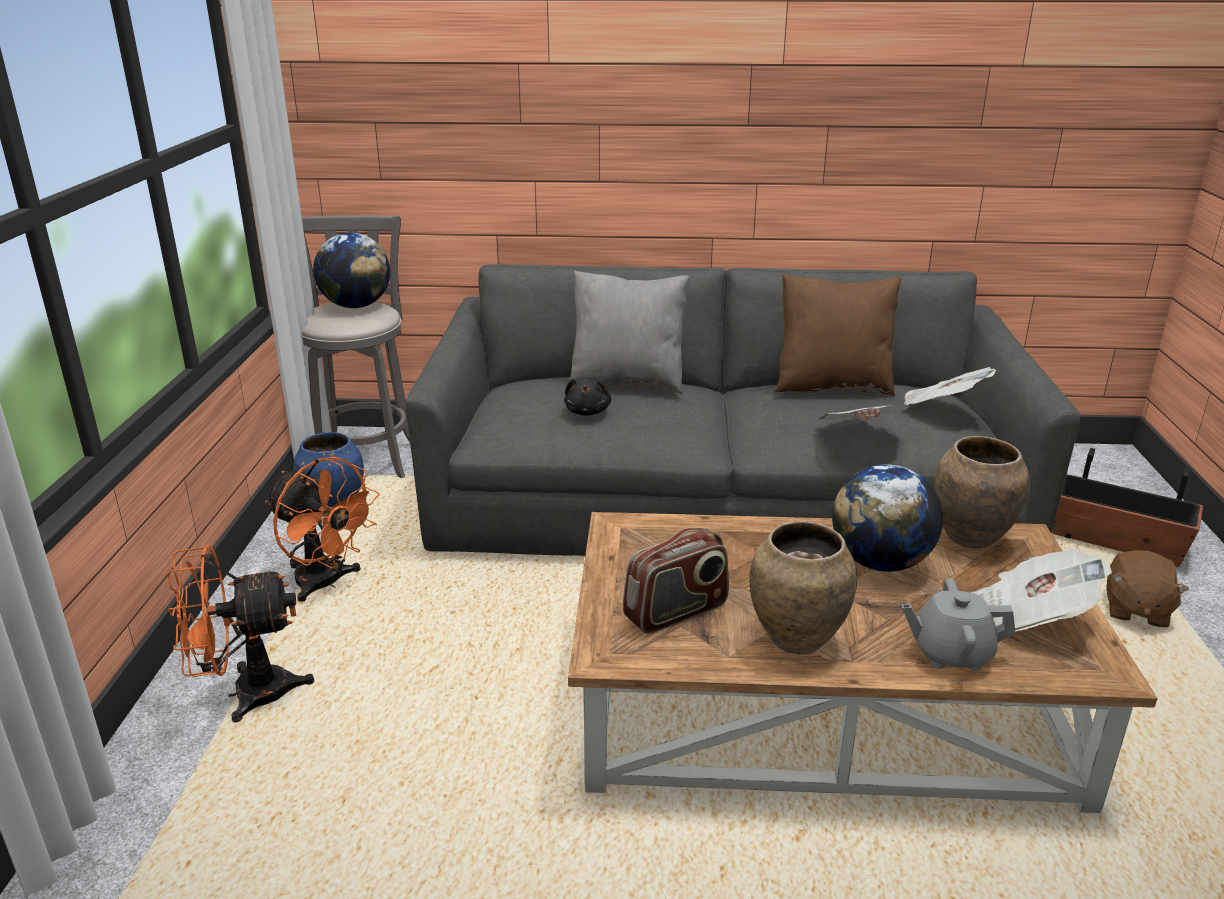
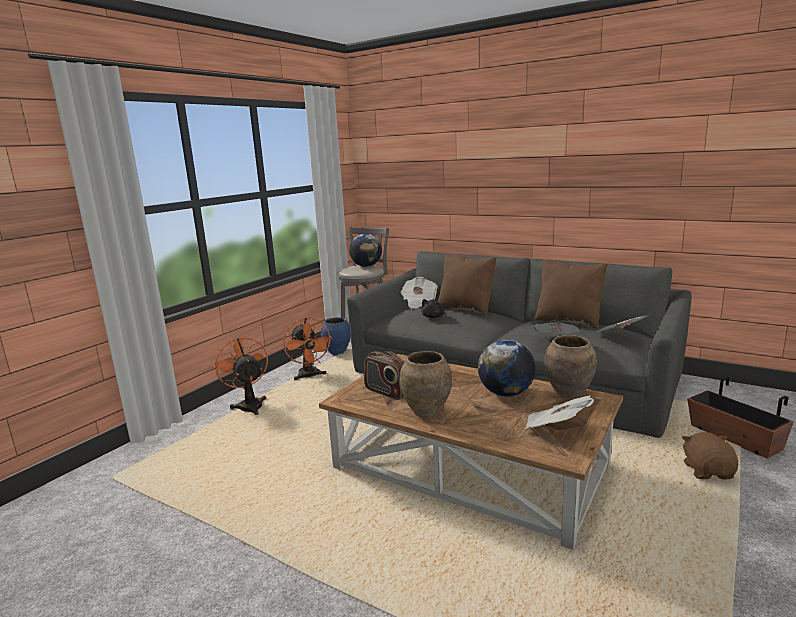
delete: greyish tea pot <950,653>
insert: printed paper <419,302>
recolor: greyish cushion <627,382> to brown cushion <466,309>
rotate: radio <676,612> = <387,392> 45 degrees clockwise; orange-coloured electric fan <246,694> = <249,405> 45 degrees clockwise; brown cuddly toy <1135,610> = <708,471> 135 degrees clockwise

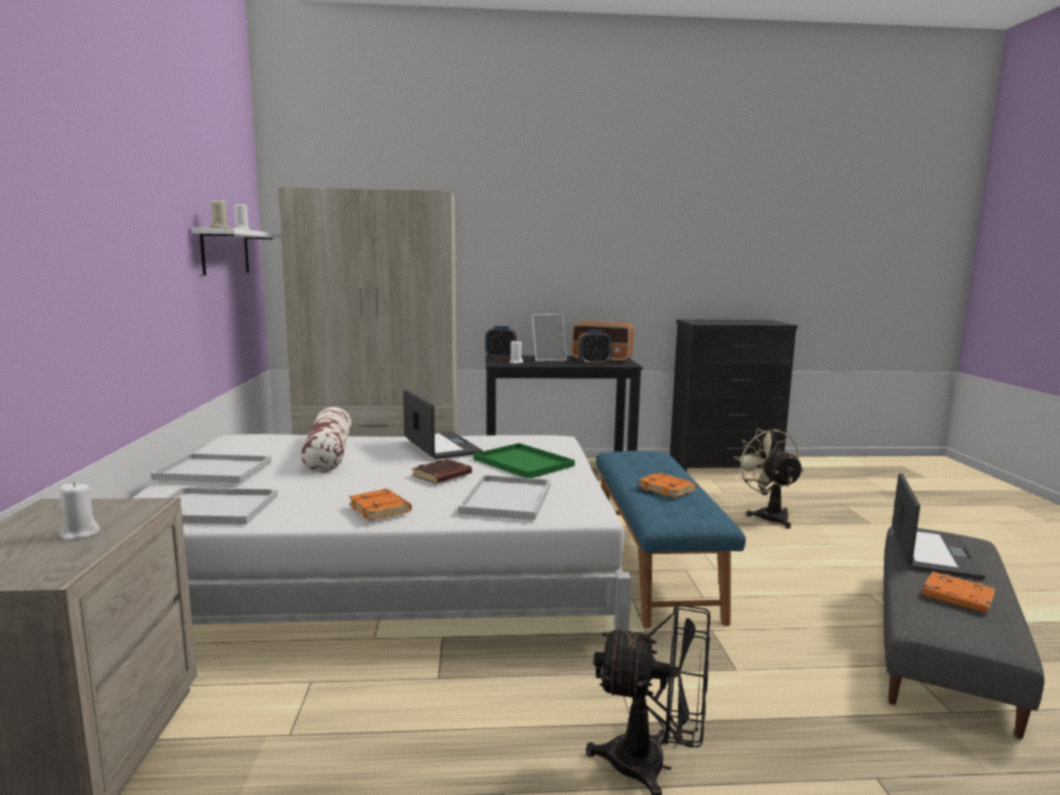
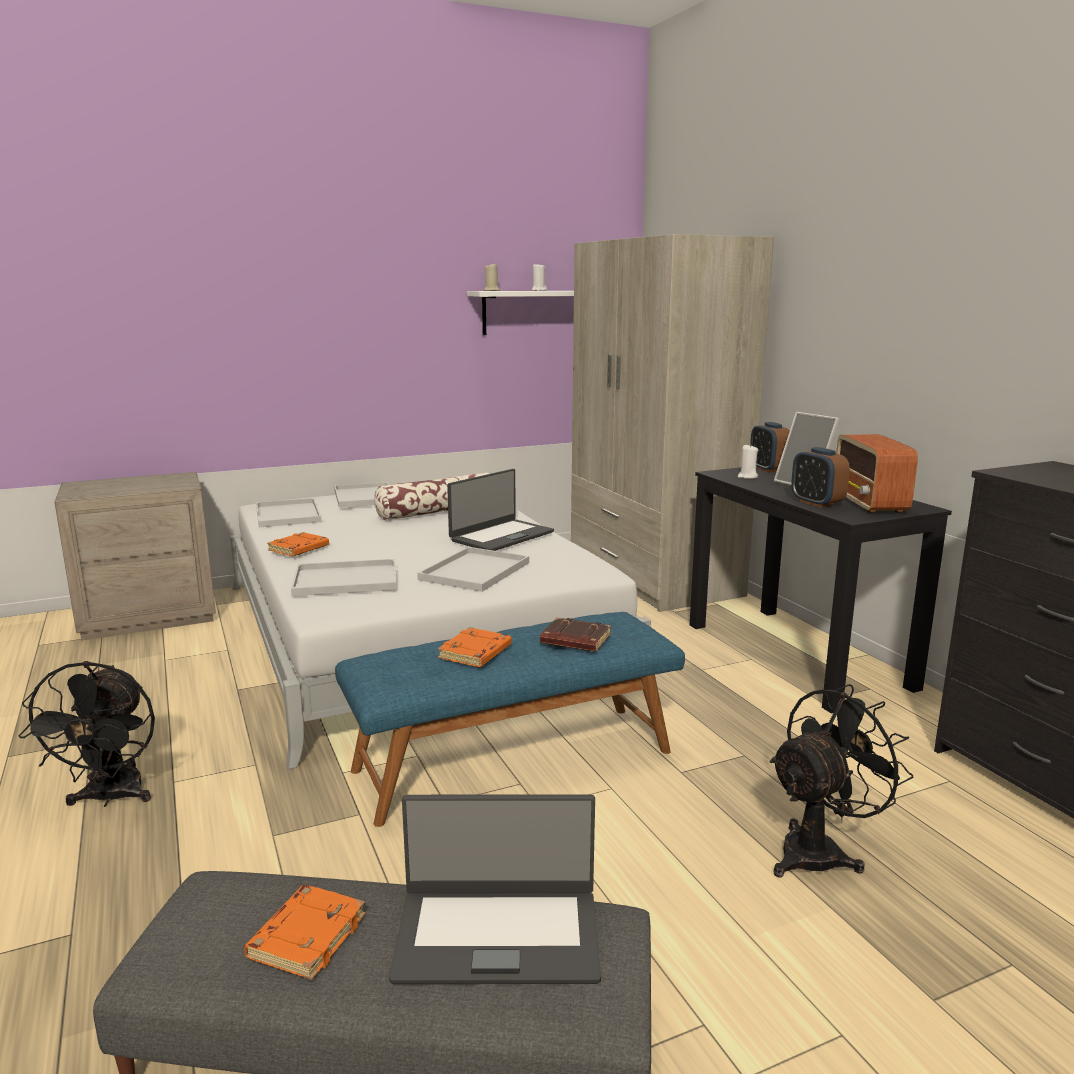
delete: white wax light <79,534>
move: brown volume <442,476> to <574,640>
recolor: beige-coloured electric fan <768,515> to blackish electric fan <820,851>; greenish carrying tray <525,463> to white carrying tray <474,572>

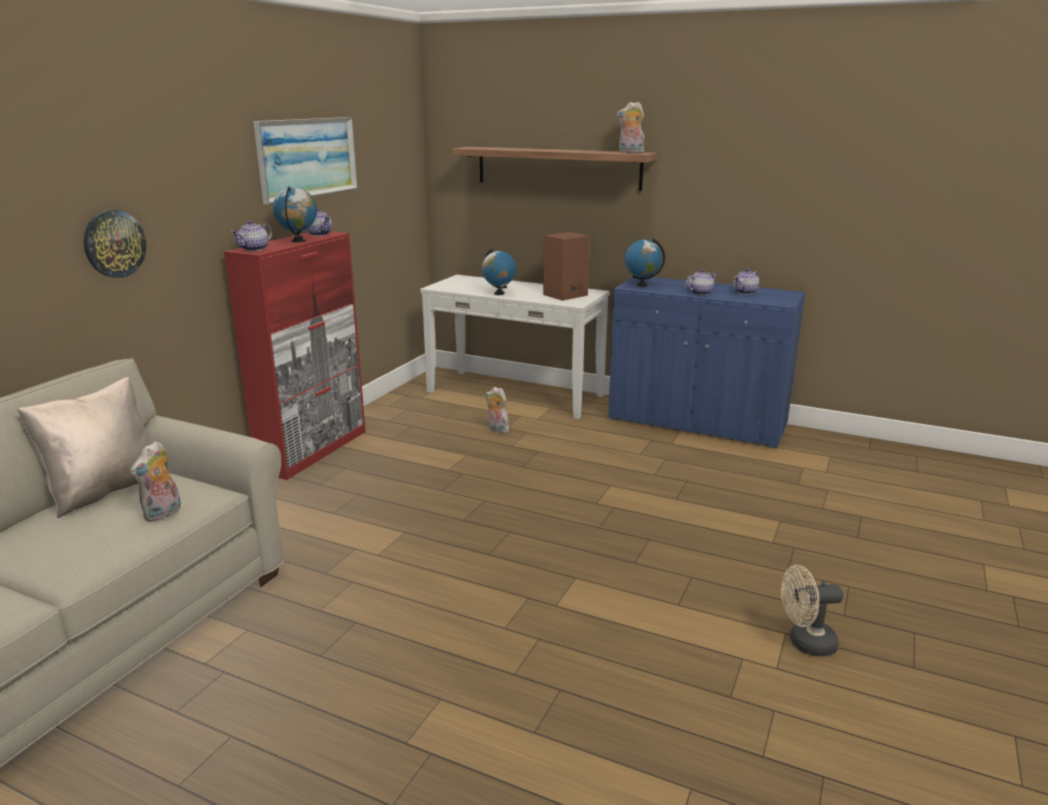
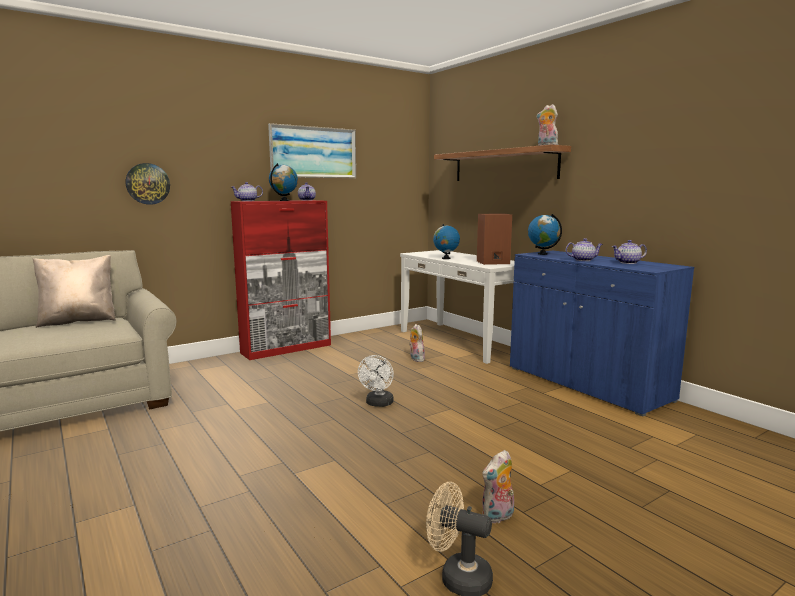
insert: white electric fan <378,404>
move: cuddly toy <163,514> to <498,517>

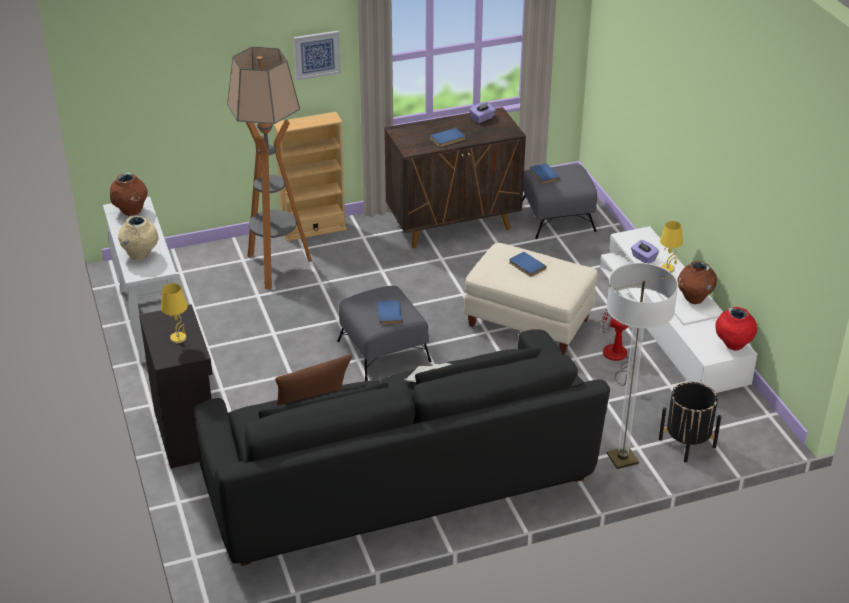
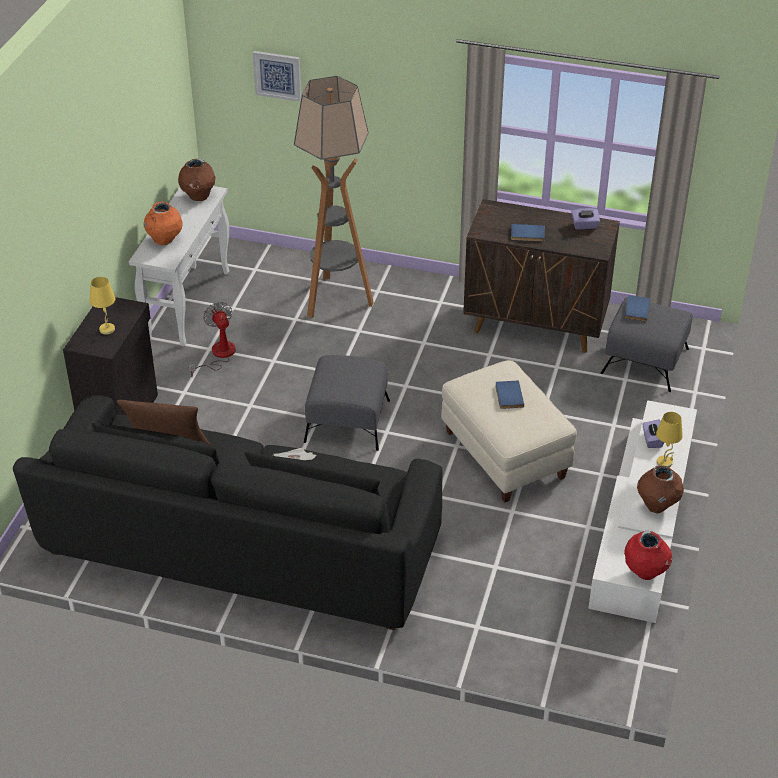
delete: beige-coloured bookcase <313,230>; floor lamp <622,459>; bluish volume <388,313>; blackish plant pot <687,443>
move: wall art <316,54> to <277,75>; electric fan <617,359> to <218,355>
recolor: beige-coloured decorative vase <140,255> to orange-coloured decorative vase <165,240>

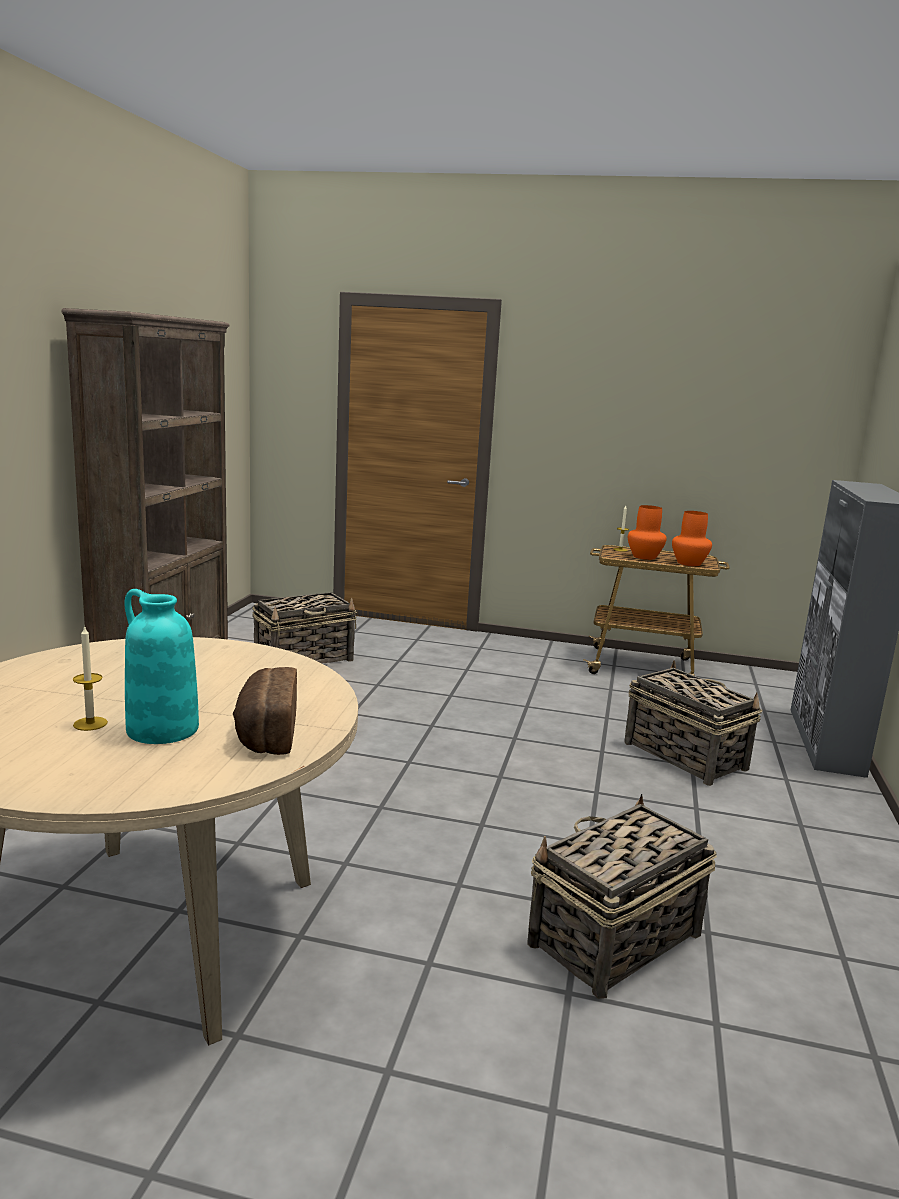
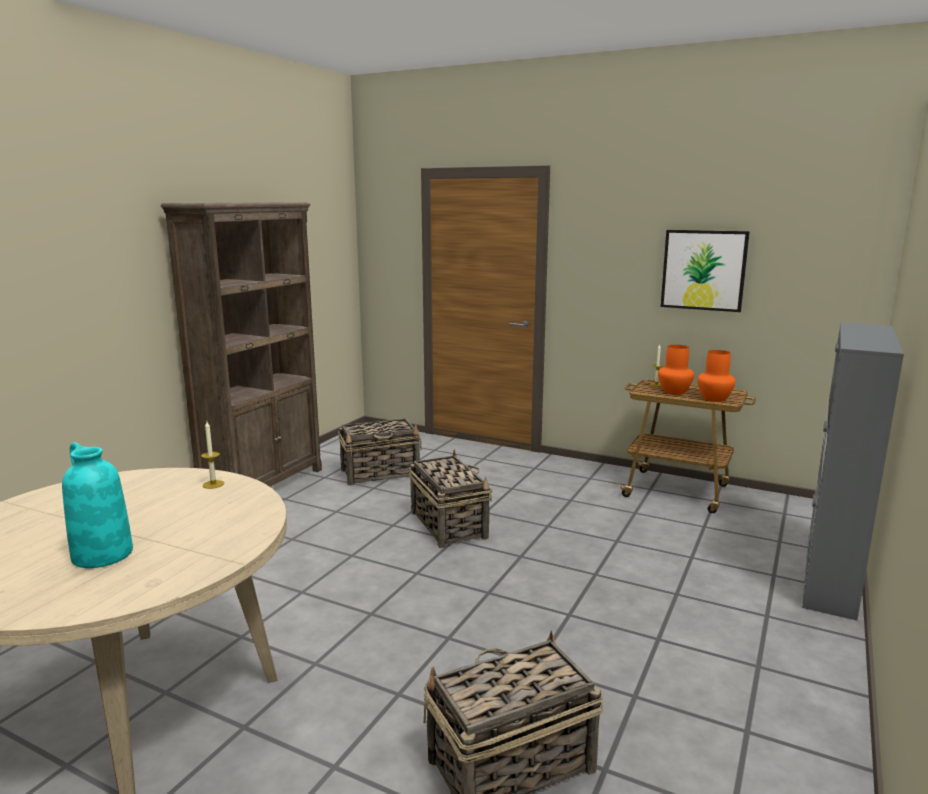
delete: bread <265,732>
insert: wall art <703,270>
move: wax light <90,723> to <213,484>; storage basket <683,755> to <448,524>

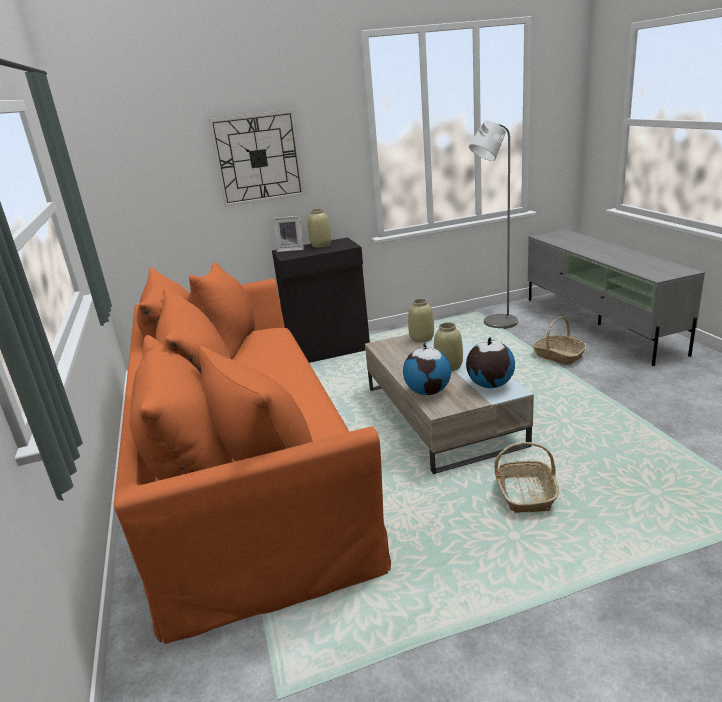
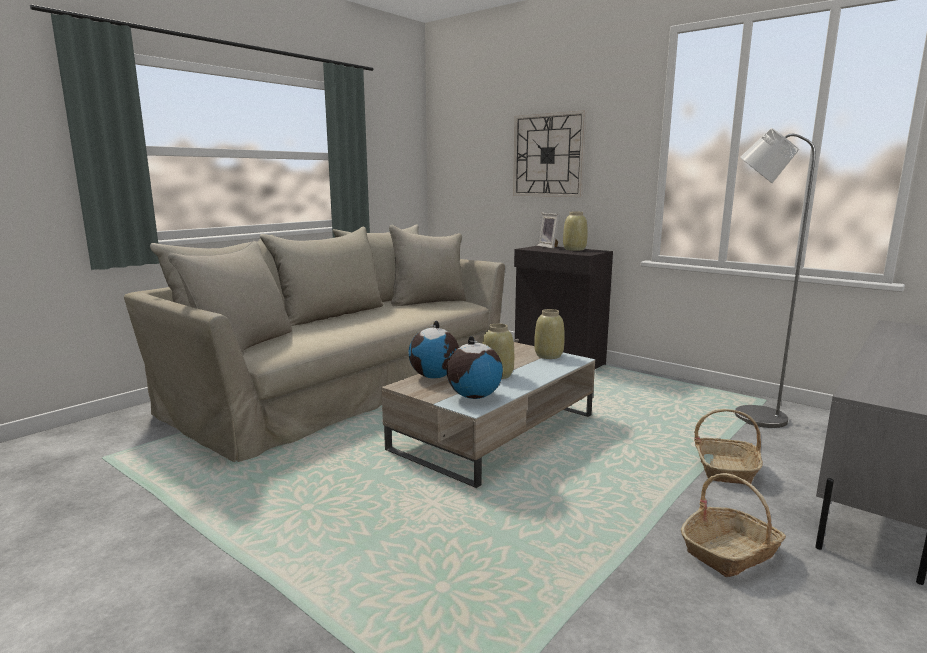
move: storage basket <525,494> to <730,552>
recolor: orange-coloured settee <247,466> to beige-coloured settee <348,383>

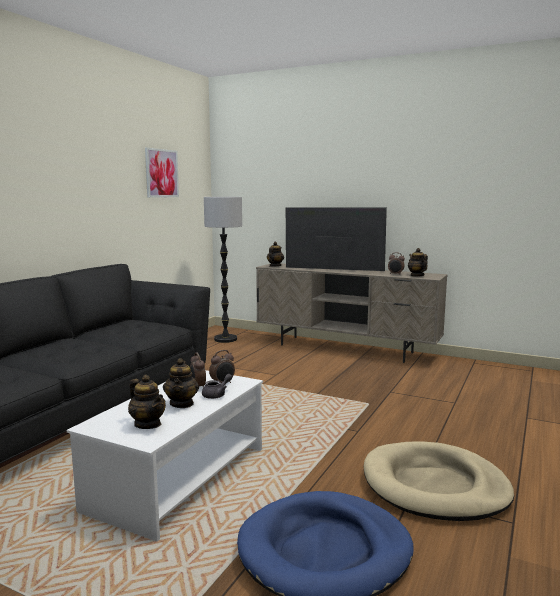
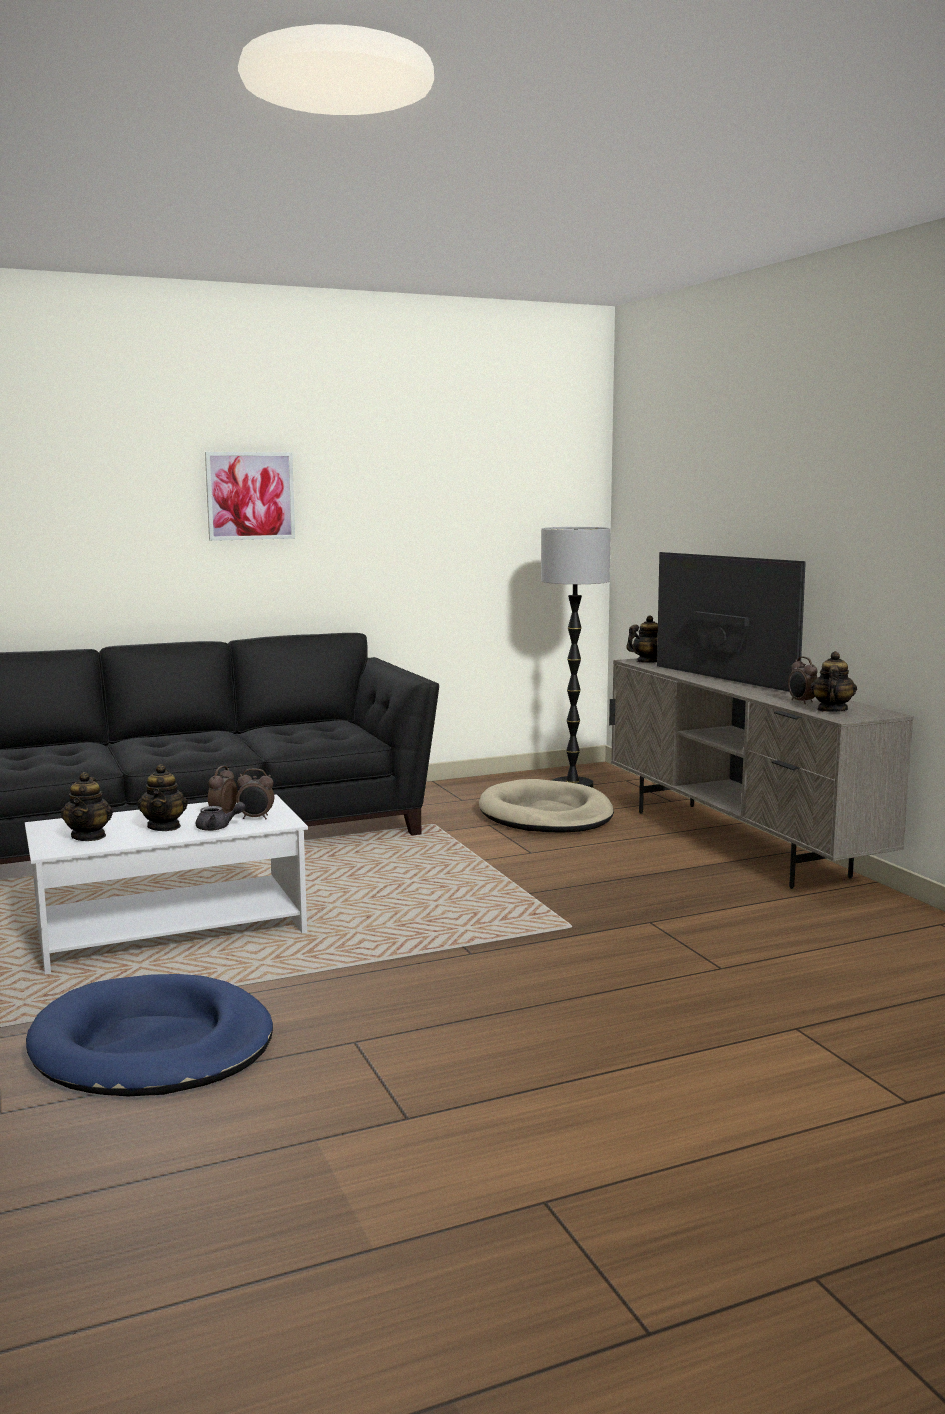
move: wall art <161,173> to <250,496>; beige-coloured dog bed <435,486> to <546,815>
rotate: tea pot <182,403> = <164,827> 45 degrees counterclockwise

